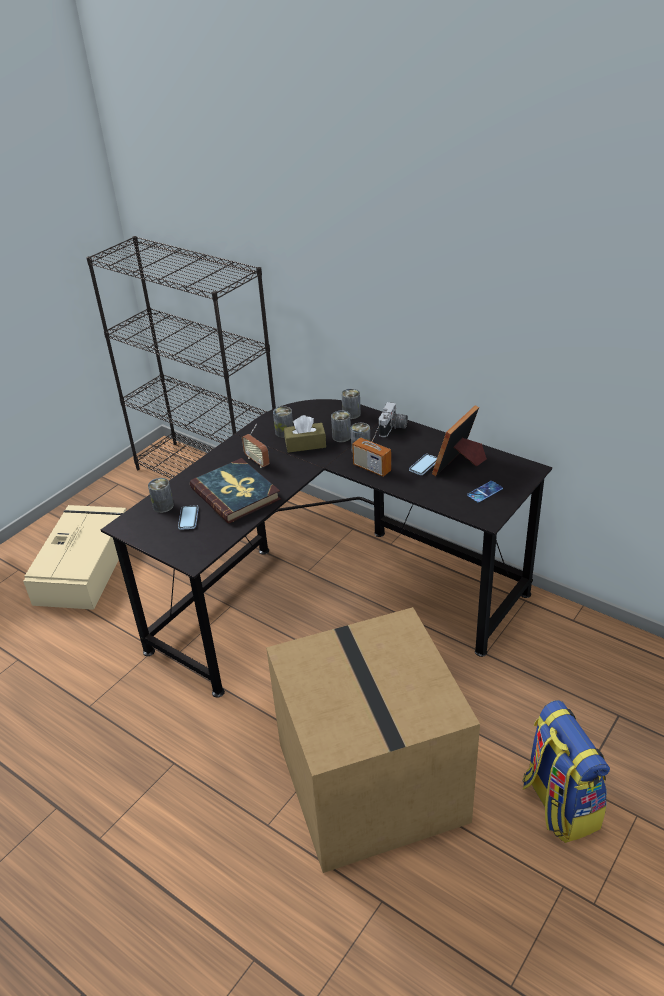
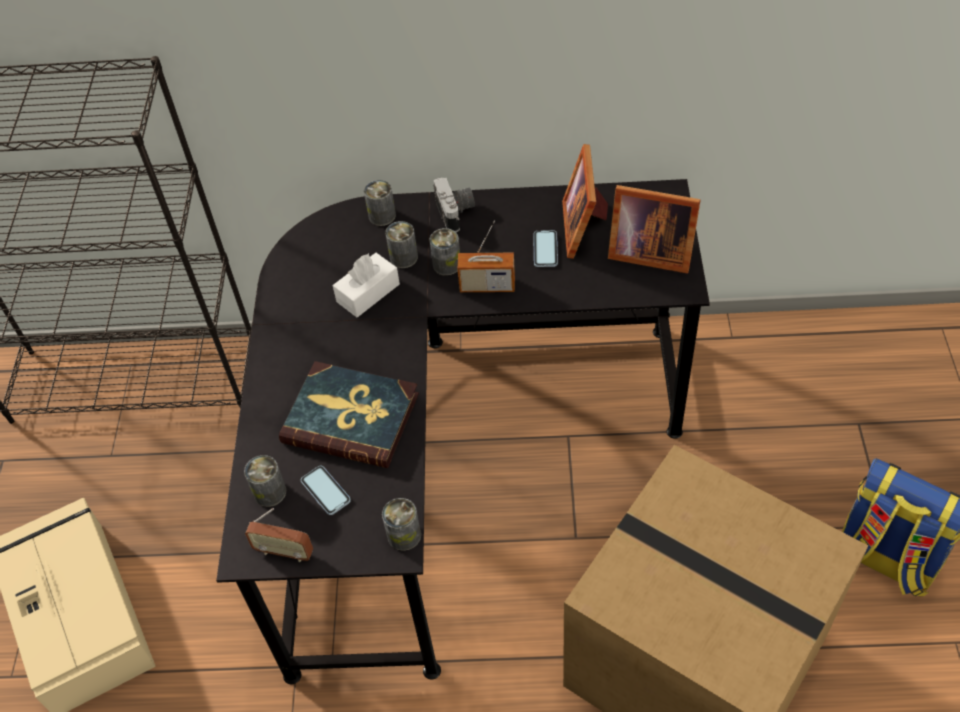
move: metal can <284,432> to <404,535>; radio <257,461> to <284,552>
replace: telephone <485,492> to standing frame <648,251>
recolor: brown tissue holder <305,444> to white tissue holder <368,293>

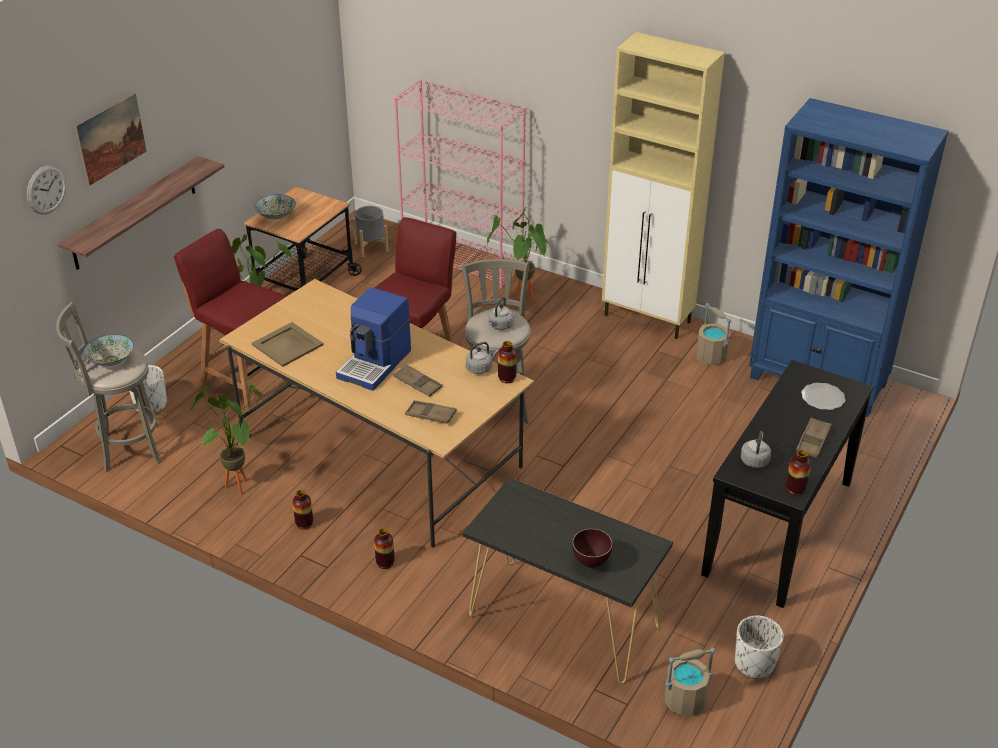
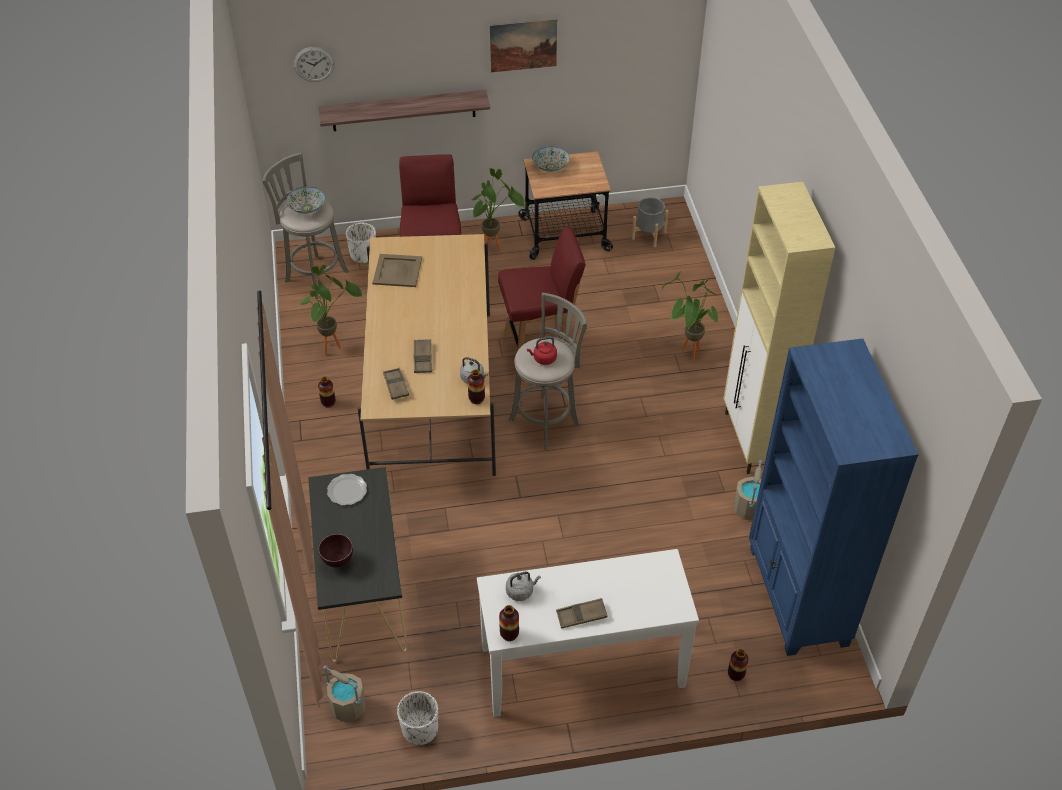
delete: pink-coloured bookcase <463,261>; coffee brewer <375,364>
move: wall art <111,138> to <523,45>; flat dish <822,398> to <346,490>; decorative vase <385,563> to <736,674>
recolor: greyish water kettle <500,326> to red water kettle <543,359>; blackish narrow table <779,527> to white narrow table <582,667>

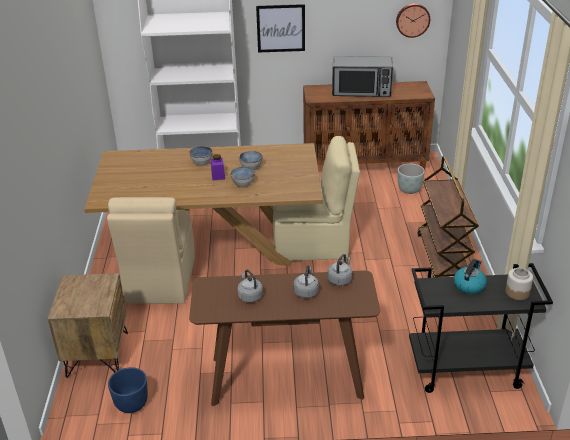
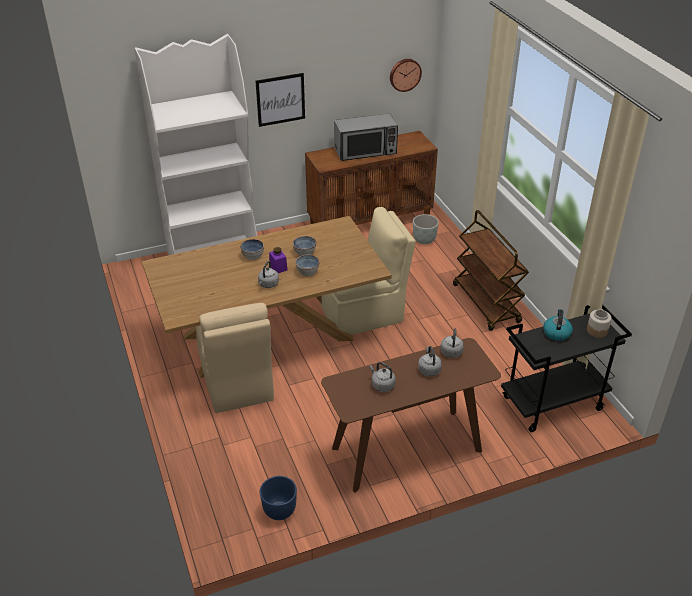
delete: brown bedside table <97,354>
insert: greyish water kettle <268,284>

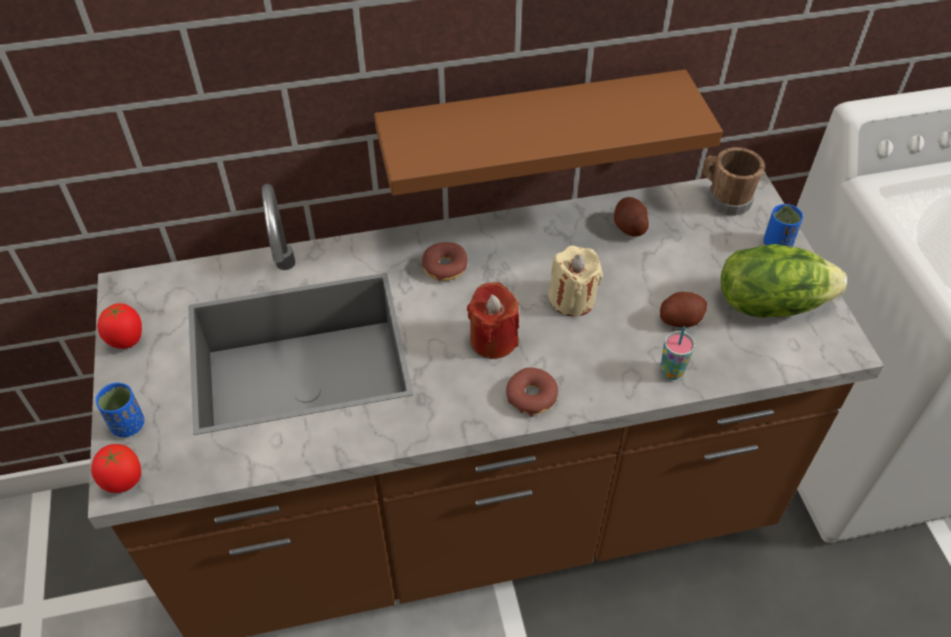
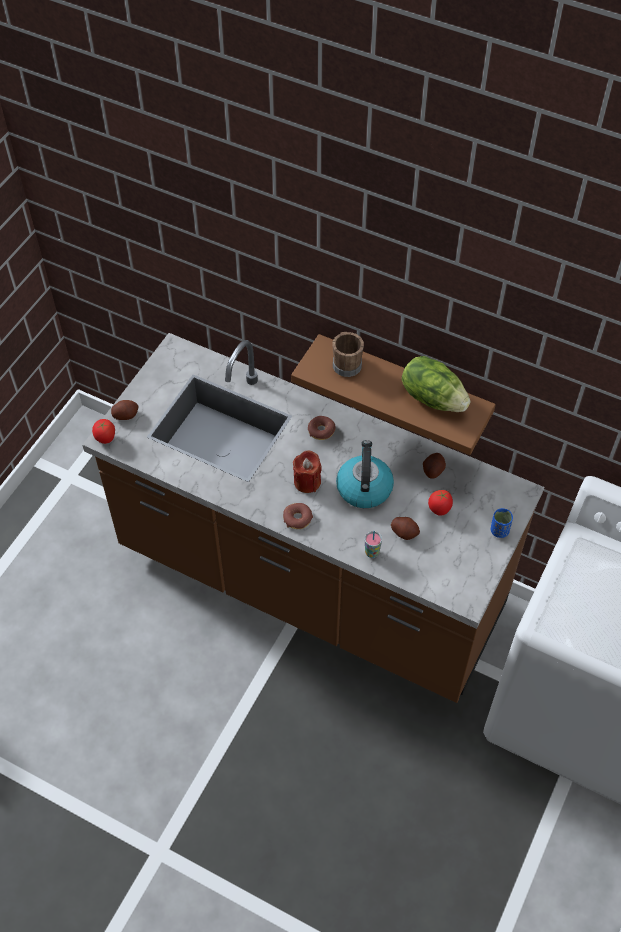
move: brown mug <724,198> to <346,363>; lettuce <769,302> to <433,397>; whole tomato <127,341> to <439,510>
replace: beige-coloured wax light <572,299> to water kettle <364,487>; bluish cup <128,425> to potato <125,415>

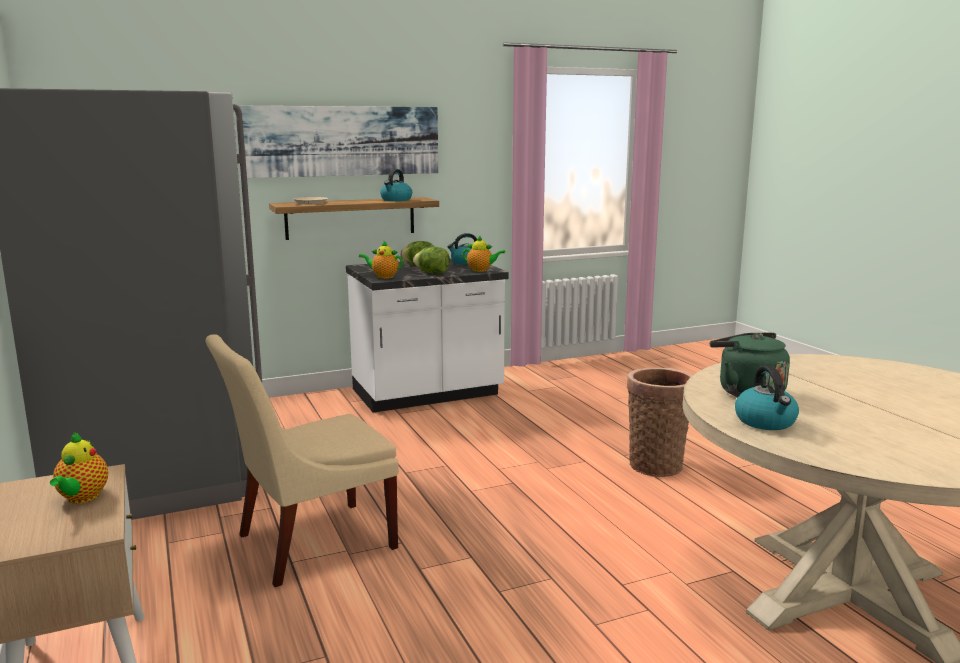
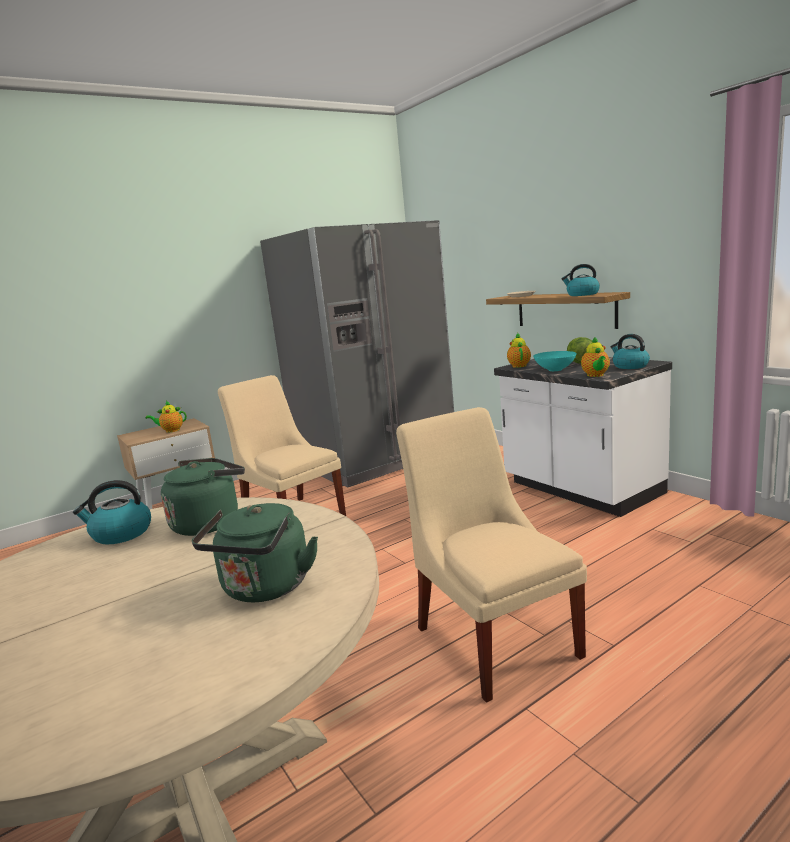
delete: wall art <342,141>
insert: greenish water kettle <265,589>
replace: lettuce <432,273> to turquoise-coloured deep dish <554,370>; storage basket <656,464> to beige-coloured upright chair <493,636>

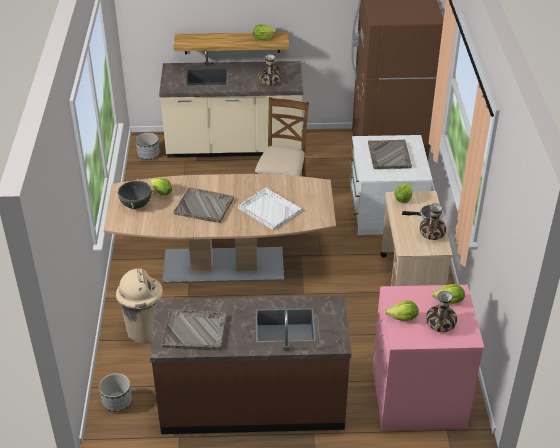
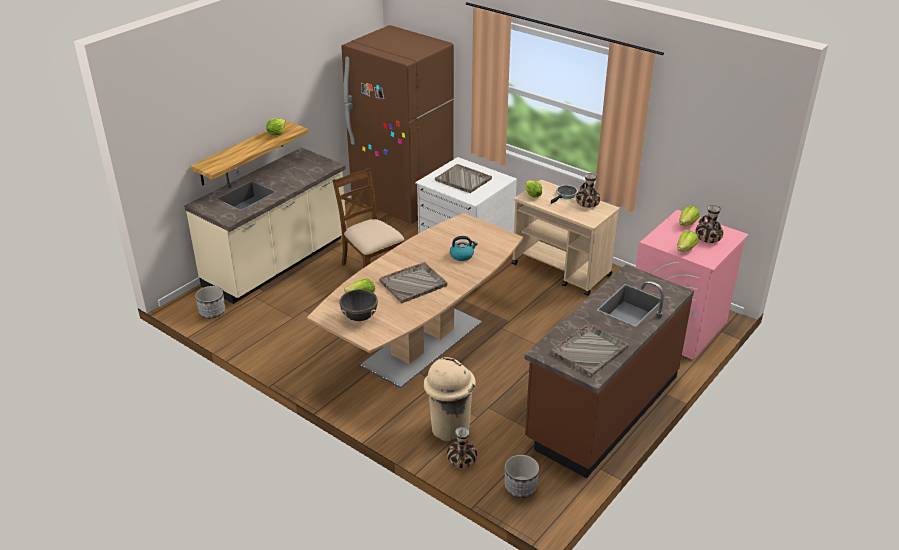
move: decorative vase <270,82> to <462,459>
replace: white carrying tray <269,209> to water kettle <462,255>

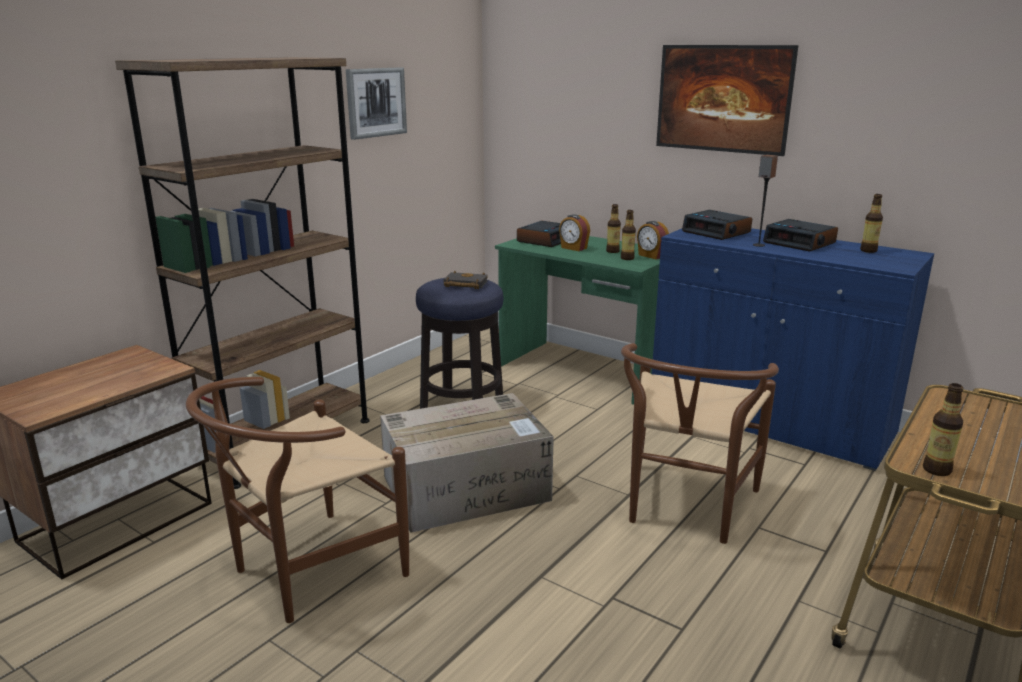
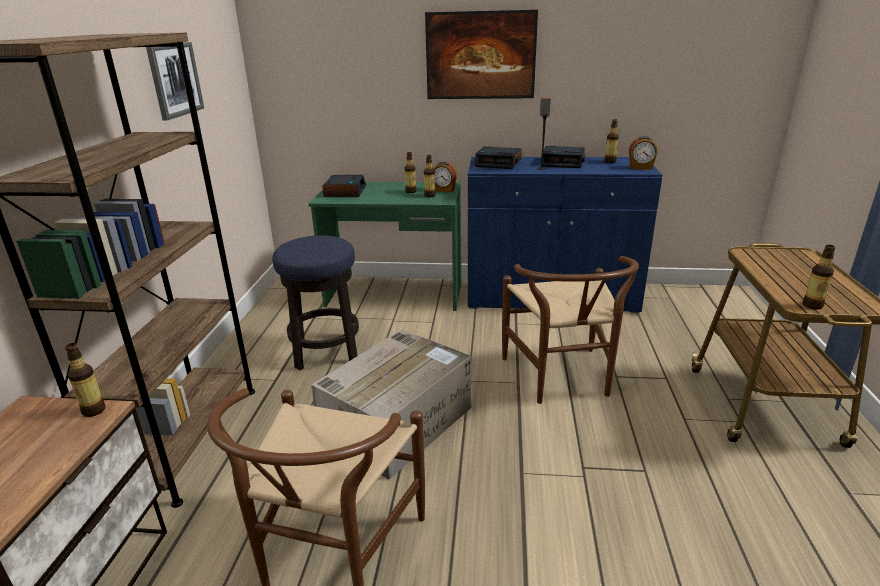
delete: blackish volume <464,284>
insert: drink bottle <94,410>
move: alarm clock <573,248> to <640,168>

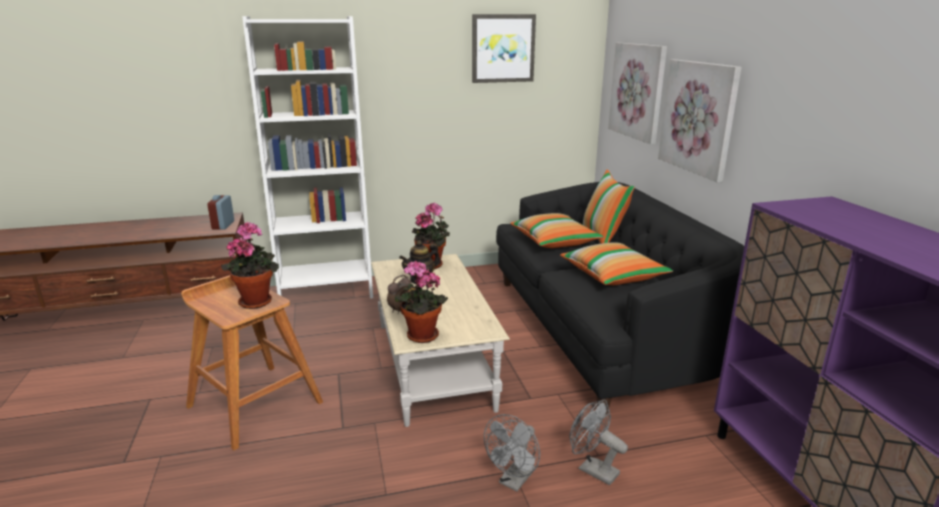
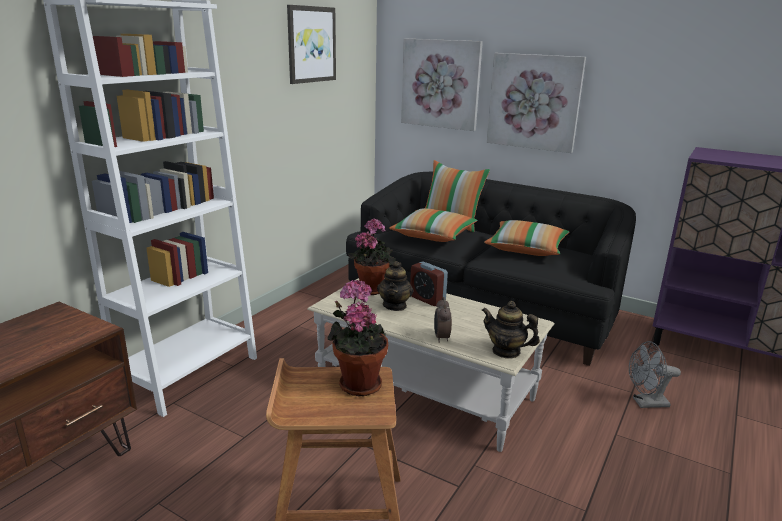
delete: greyish electric fan <514,481>
move: alarm clock <223,225> to <427,299>
replace: potted plant <420,337> to tea pot <506,351>

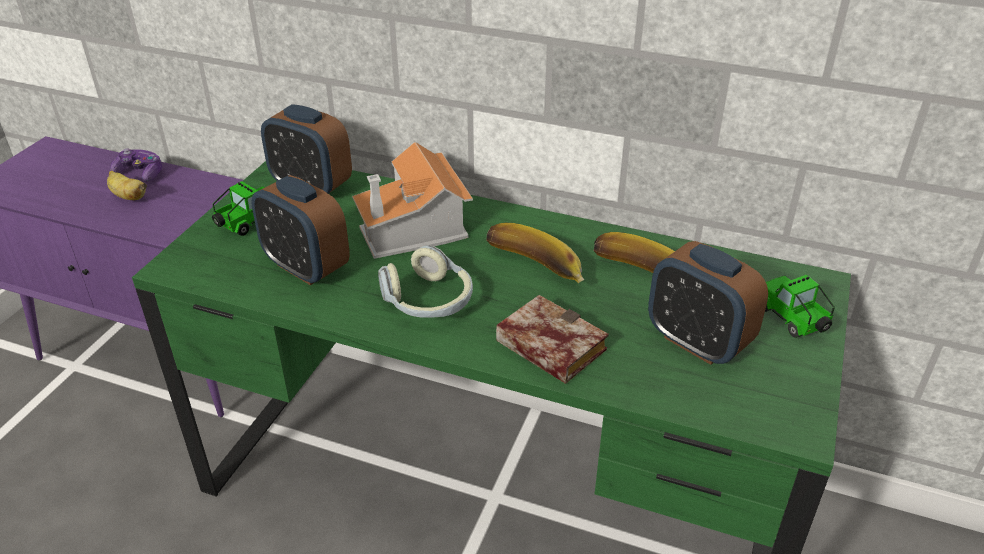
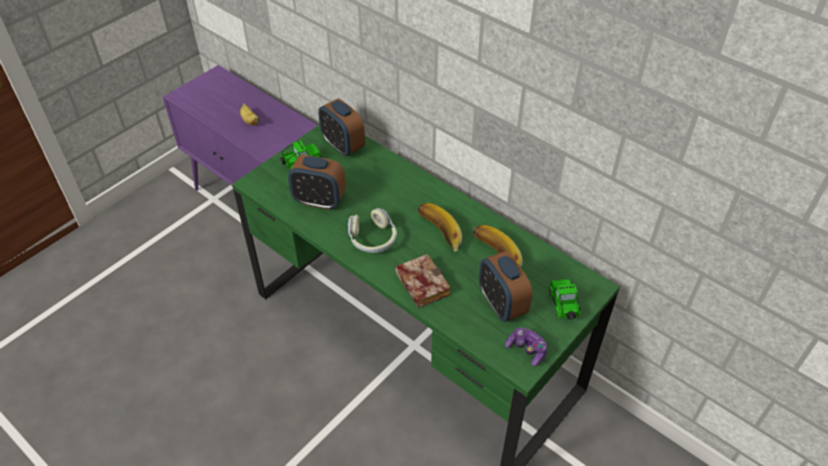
delete: miniature house <415,228>
move: joypad <140,173> to <526,350>
rotate: alarm clock <306,267> = <319,201> 45 degrees counterclockwise

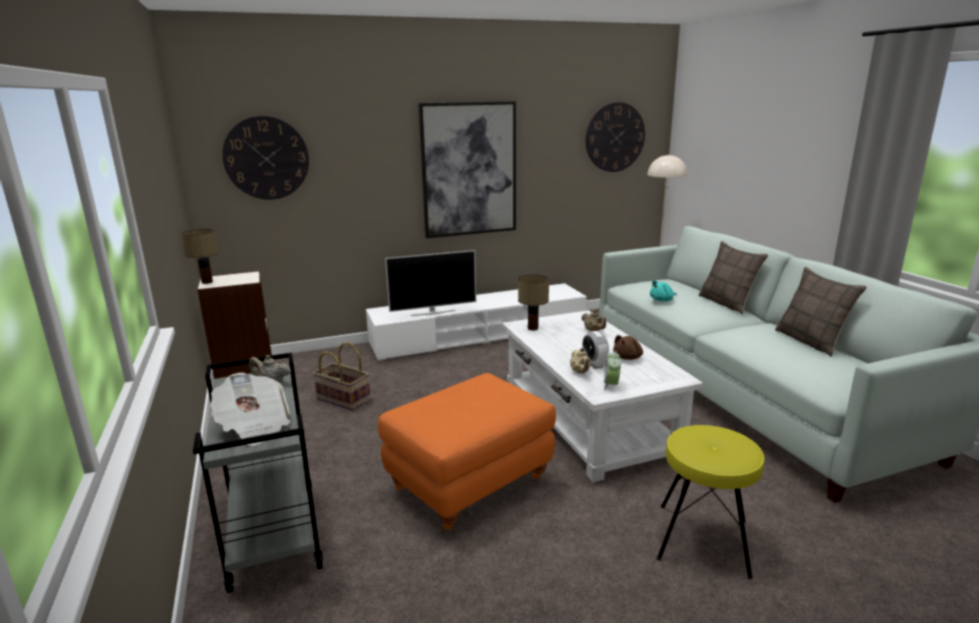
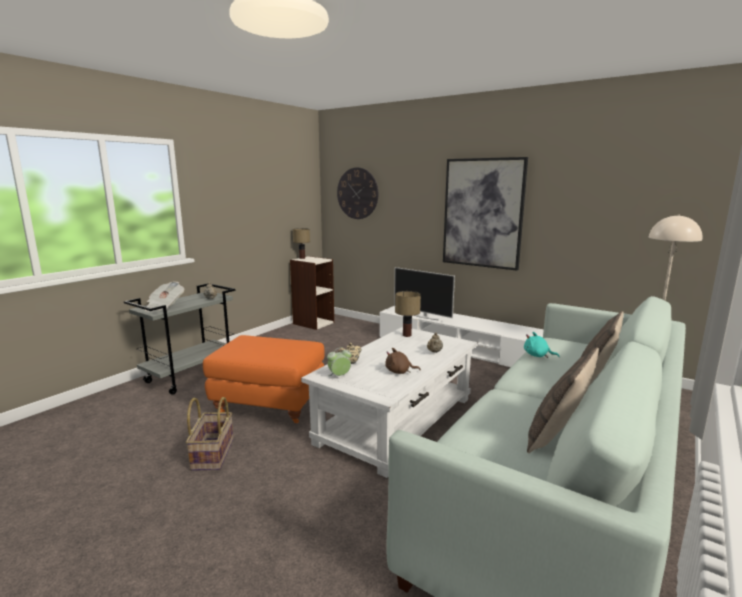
delete: wall clock <615,137>; alarm clock <594,364>; yellowish sitting stool <703,539>
move: storage basket <342,400> to <212,454>

